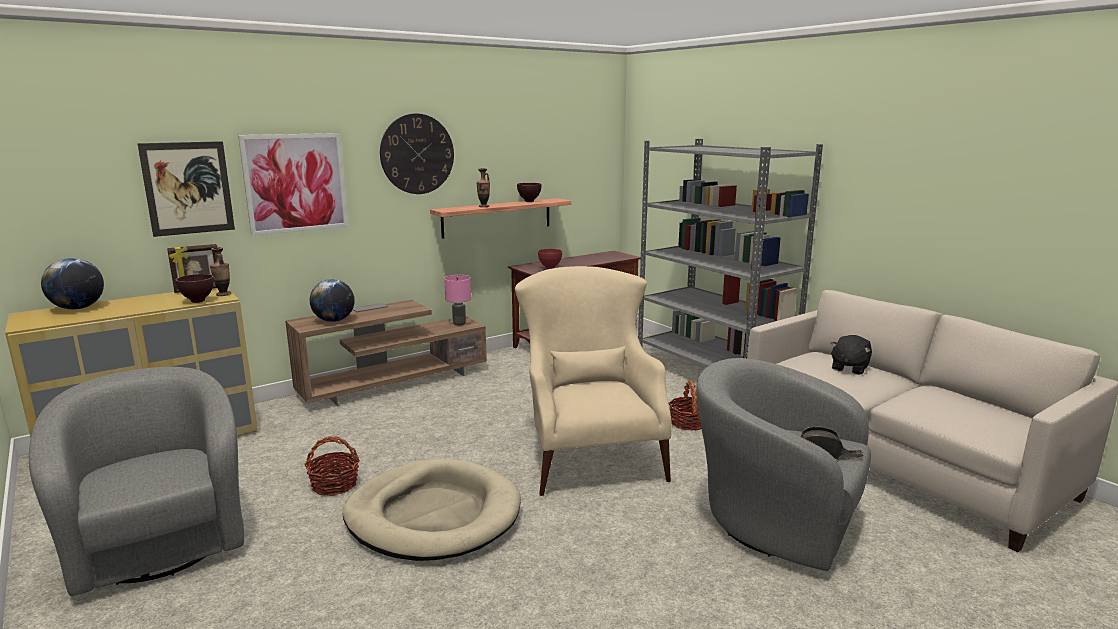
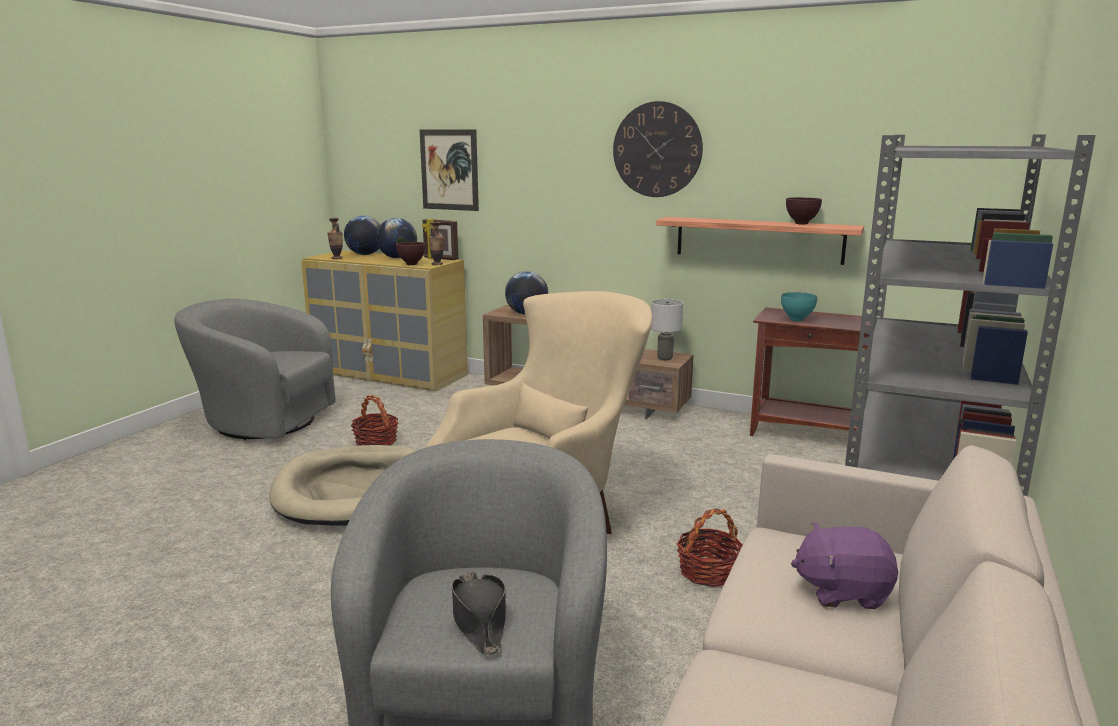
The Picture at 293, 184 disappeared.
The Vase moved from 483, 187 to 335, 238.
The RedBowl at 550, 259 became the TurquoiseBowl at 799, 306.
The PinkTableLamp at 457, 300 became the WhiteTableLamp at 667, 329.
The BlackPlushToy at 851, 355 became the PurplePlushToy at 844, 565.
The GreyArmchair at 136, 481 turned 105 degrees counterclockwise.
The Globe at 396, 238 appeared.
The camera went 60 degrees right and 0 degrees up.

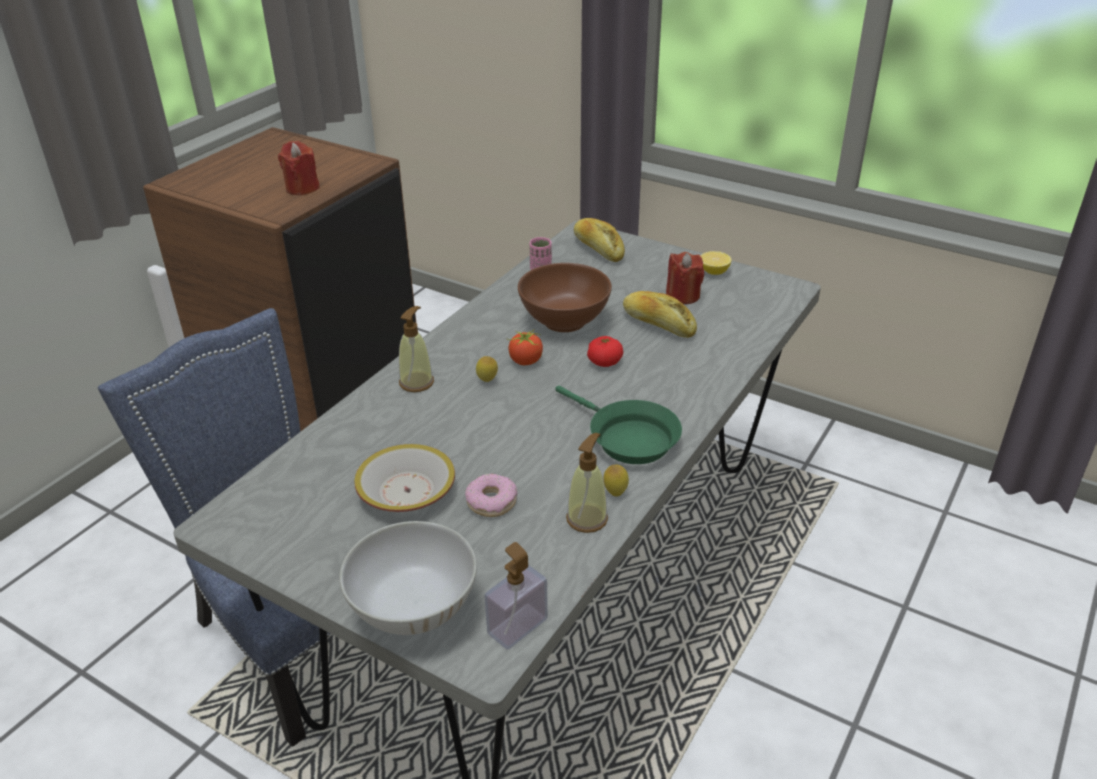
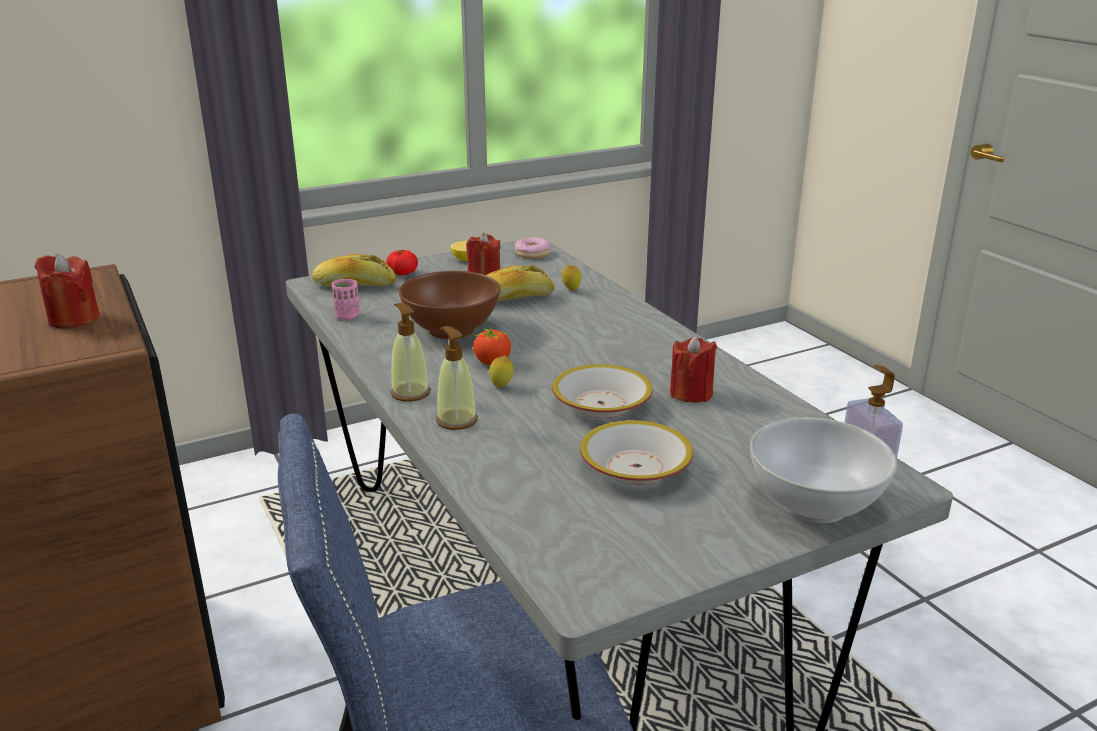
The Tomato moved from 605, 351 to 402, 262.
The GreenFryingPan at 618, 425 disappeared.
The SoapDispenser moved from 587, 483 to 410, 352.
The Lemon moved from 616, 481 to 571, 277.
The Donut moved from 491, 495 to 533, 248.
The RedCandle at 693, 369 appeared.
The Bowl at 602, 391 appeared.
The camera went 60 degrees left and 10 degrees down.

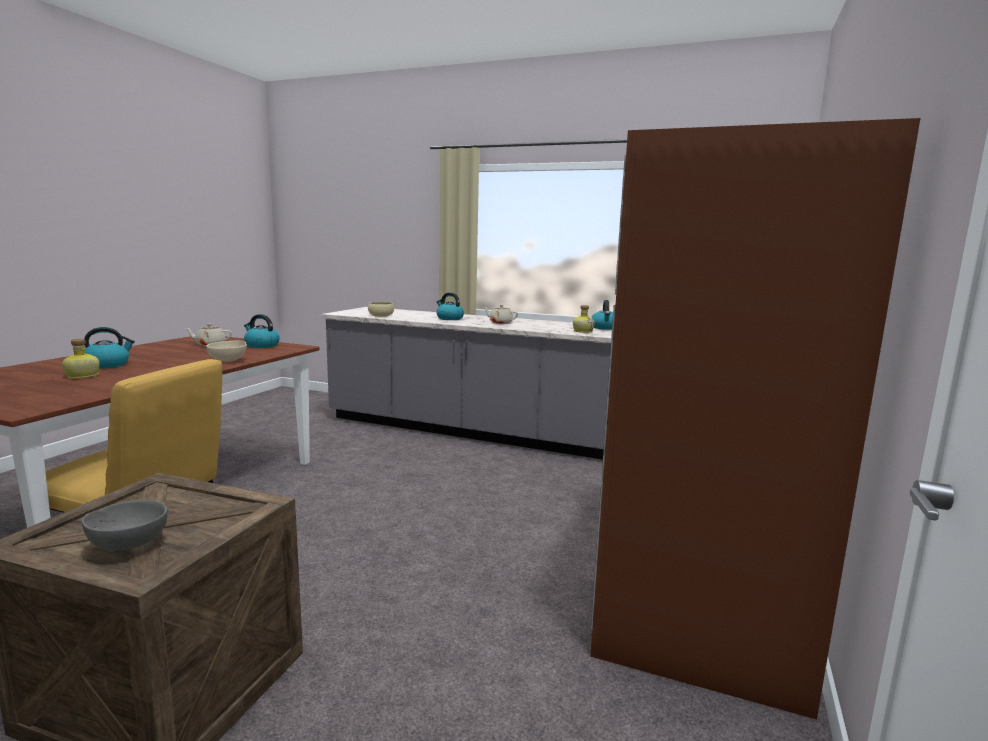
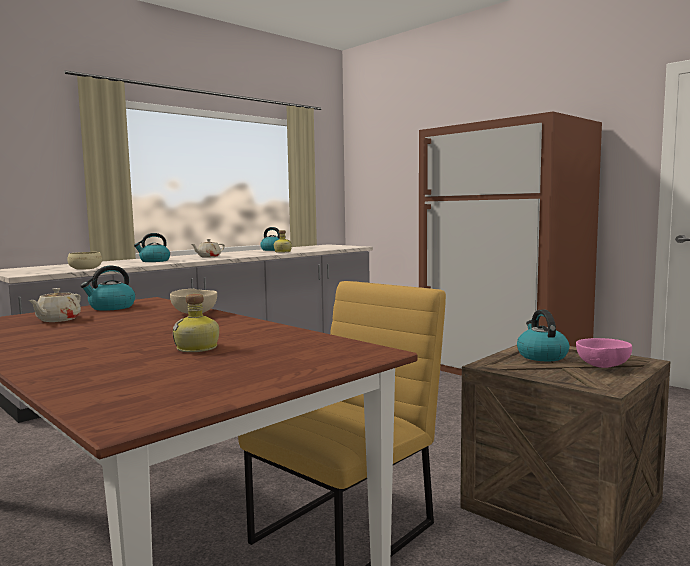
The Kettle moved from 109, 347 to 543, 335.
The GreyBowl at 124, 525 became the PinkBowl at 604, 353.
The camera went 65 degrees left and 5 degrees down.

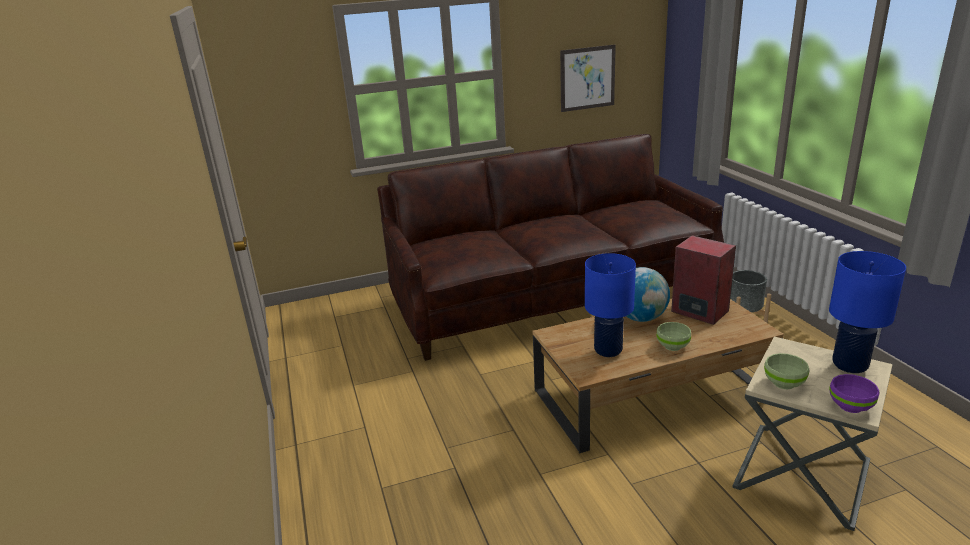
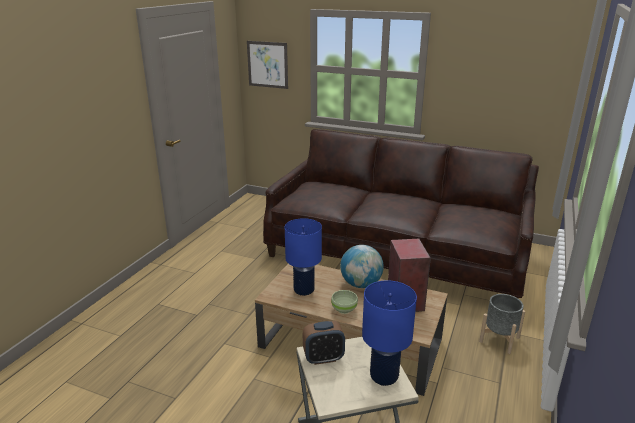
The Picture moved from 588, 78 to 267, 65.
The GreenBowl at 786, 371 was replaced by the AlarmClock at 324, 343.
The PurpleBowl at 854, 393 disappeared.
The camera went 40 degrees right and 0 degrees up.

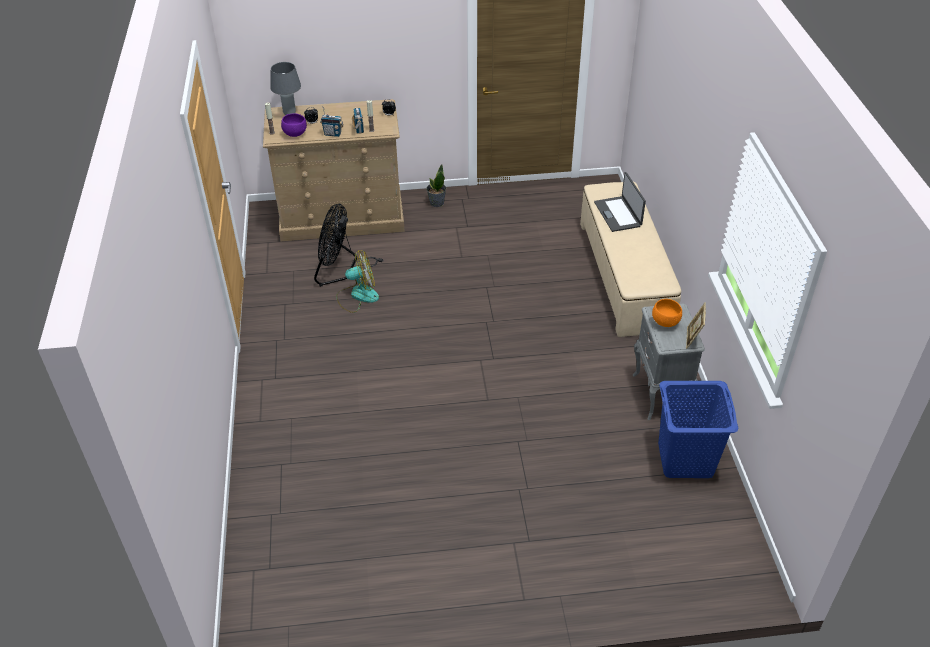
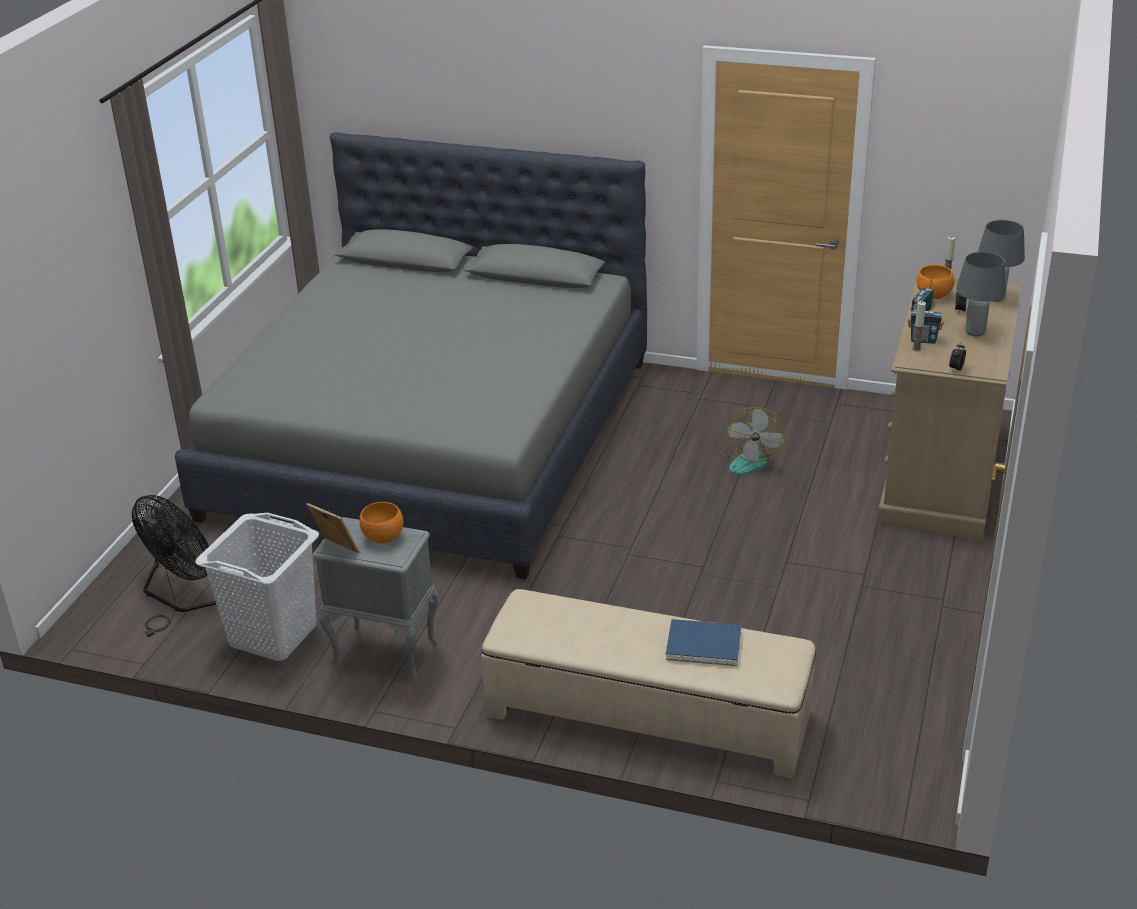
The PurpleBowl at 294, 125 became the OrangeBowl at 936, 282.
The PottedPlant at 436, 185 disappeared.
The Laptop at 620, 202 was replaced by the BlueBook at 703, 642.
The BlackFan moved from 348, 245 to 174, 566.
The BlueLaundryBasket at 698, 429 became the WhiteLaundryBasket at 257, 587.
The GreyBed at 411, 356 appeared.
The GreyTableLamp at 981, 294 appeared.
The camera went 115 degrees right and 10 degrees down.

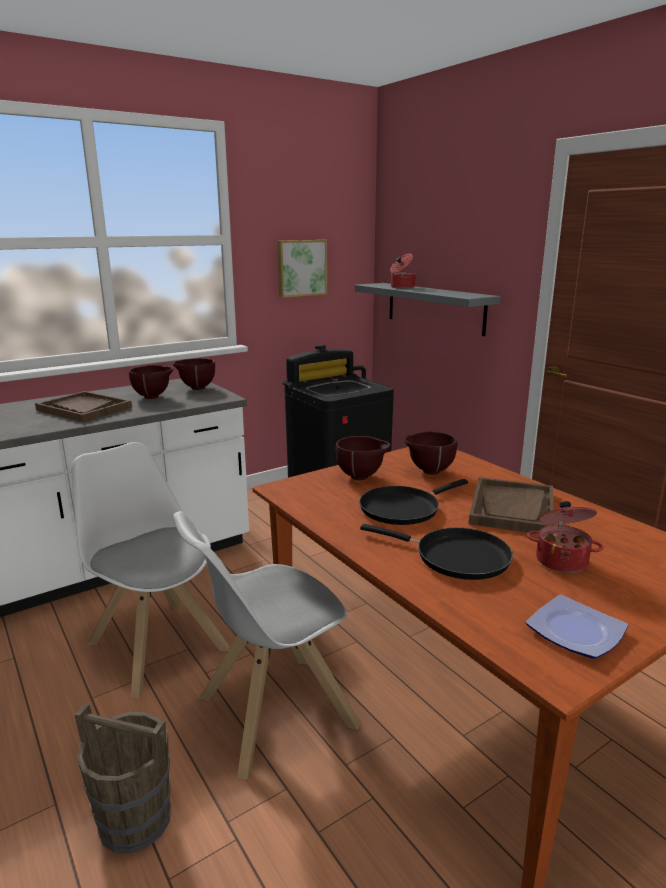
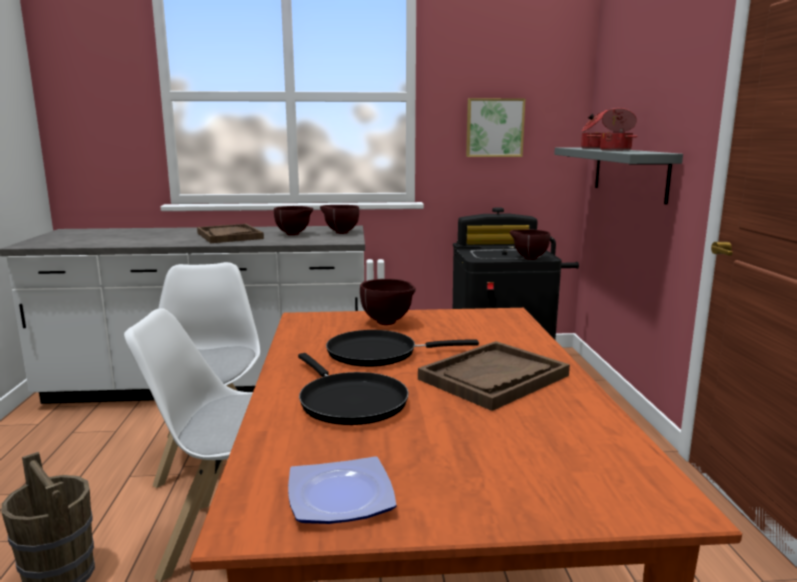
The BrownBowl moved from 430, 453 to 530, 245.
The CookingPot moved from 565, 537 to 617, 129.
The camera went 30 degrees right and 5 degrees down.

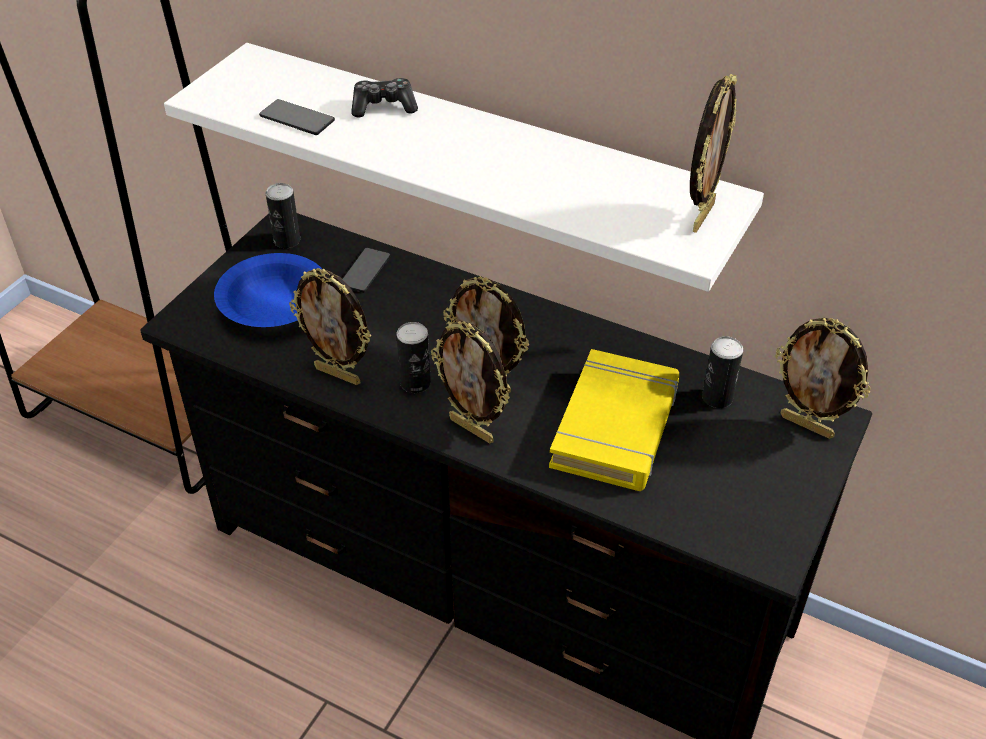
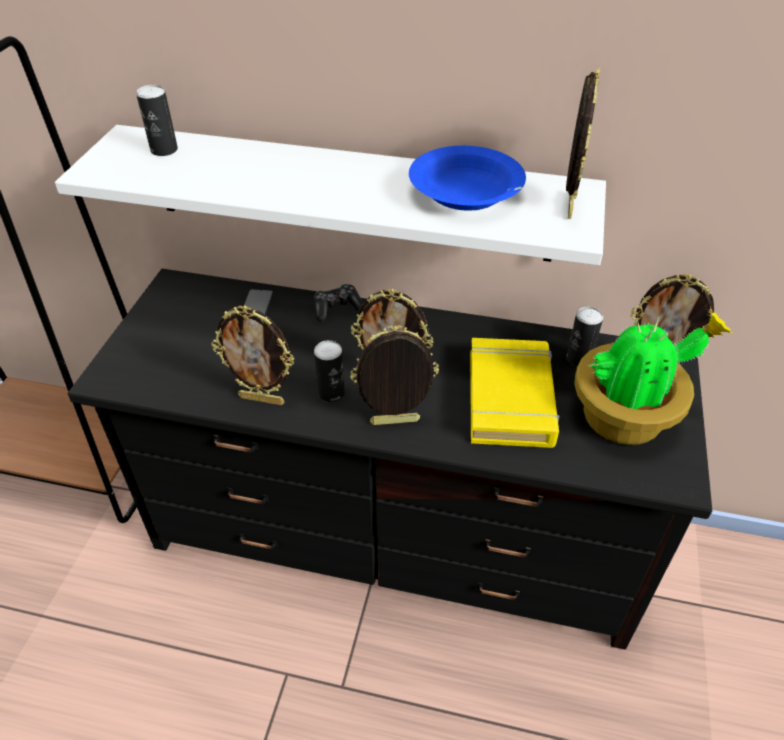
The GameController moved from 384, 98 to 338, 302.
The Phone at 297, 117 disappeared.
The Can moved from 283, 215 to 157, 120.
The BlueBowl moved from 268, 290 to 467, 178.
The PictureFrame at 470, 382 turned 150 degrees clockwise.
The PottedPlant at 653, 379 appeared.
The camera went 15 degrees left and 0 degrees up.

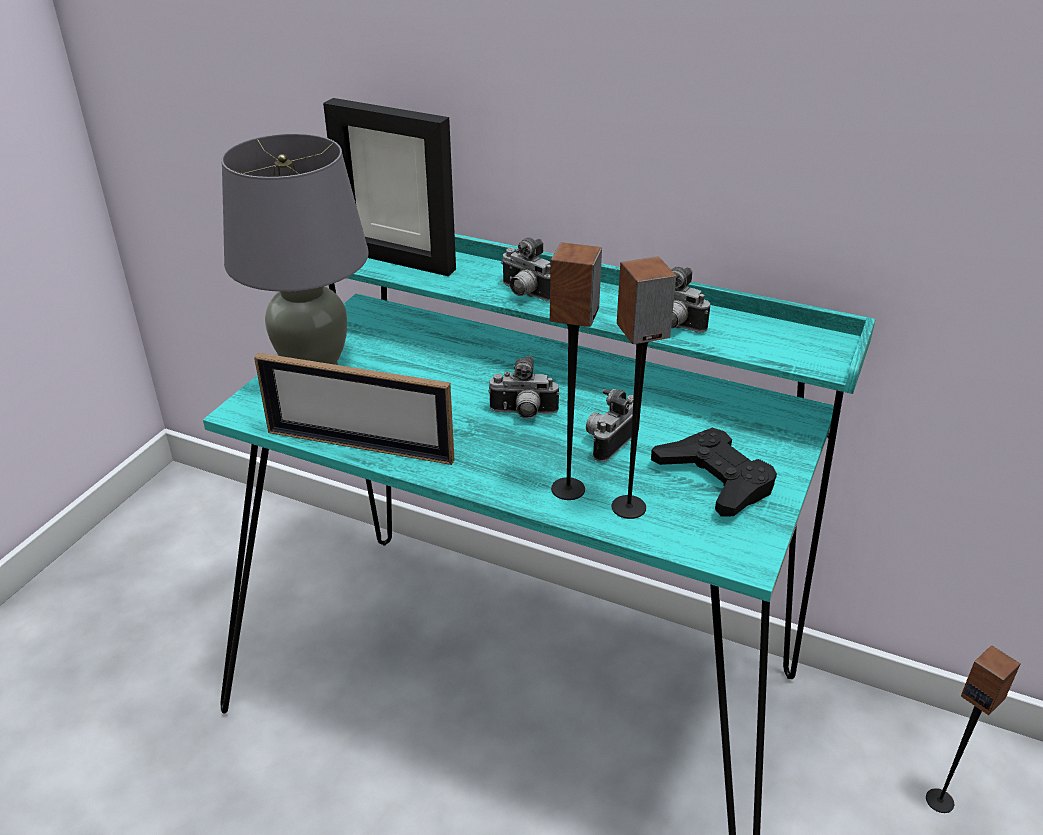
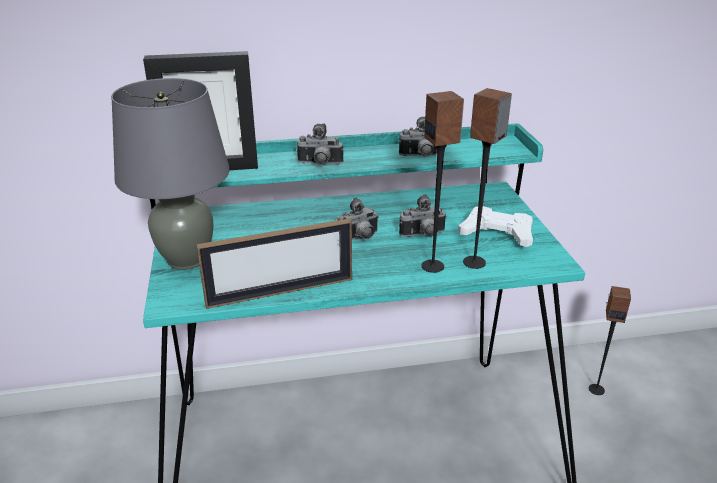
The PhotoCamera at 613, 425 turned 105 degrees counterclockwise.
The BlackGameController at 714, 472 became the WhiteGameController at 495, 226.
The camera went 35 degrees left and 5 degrees down.

